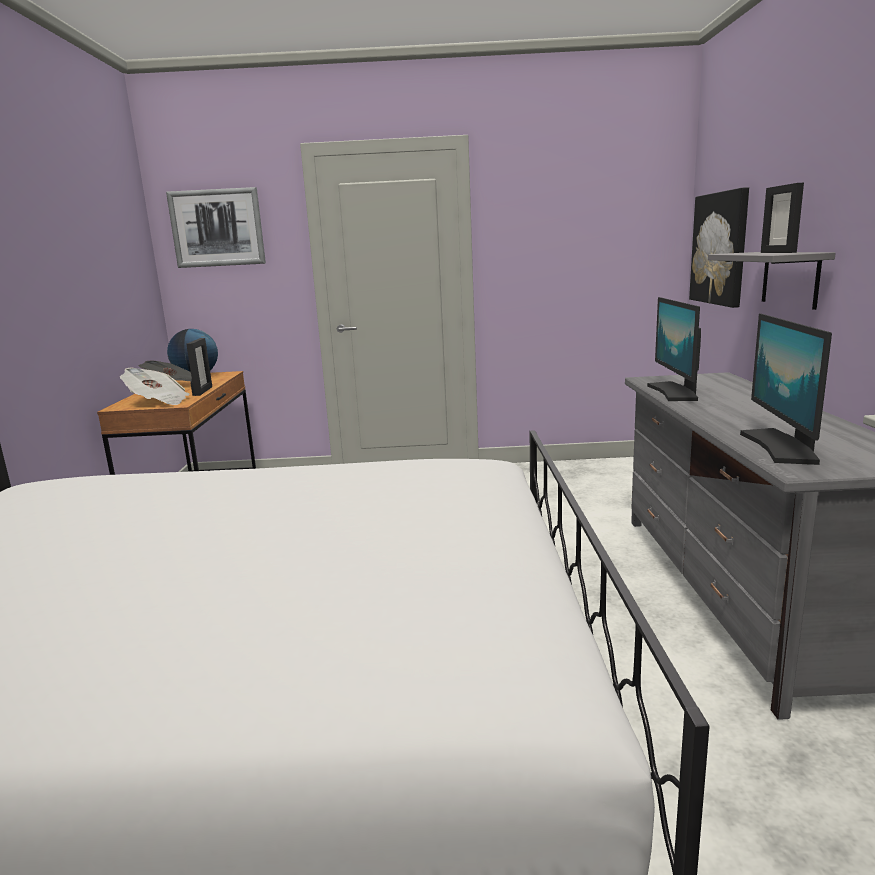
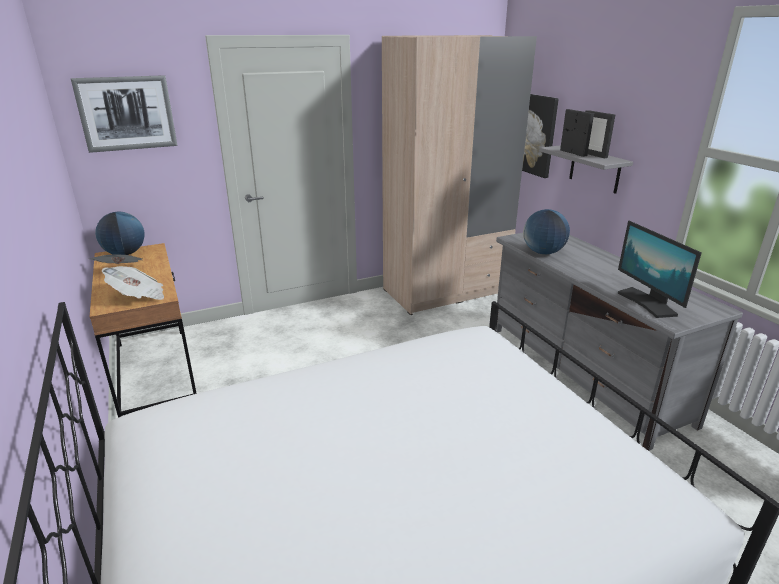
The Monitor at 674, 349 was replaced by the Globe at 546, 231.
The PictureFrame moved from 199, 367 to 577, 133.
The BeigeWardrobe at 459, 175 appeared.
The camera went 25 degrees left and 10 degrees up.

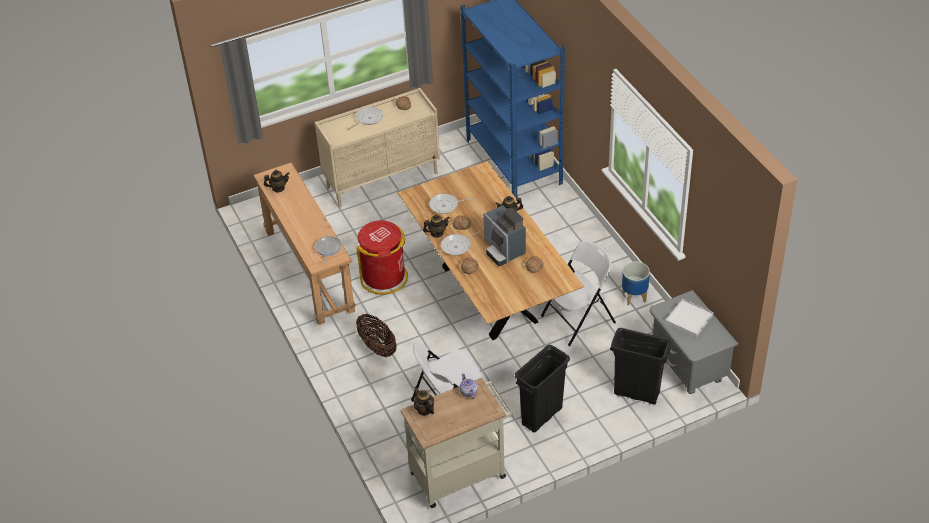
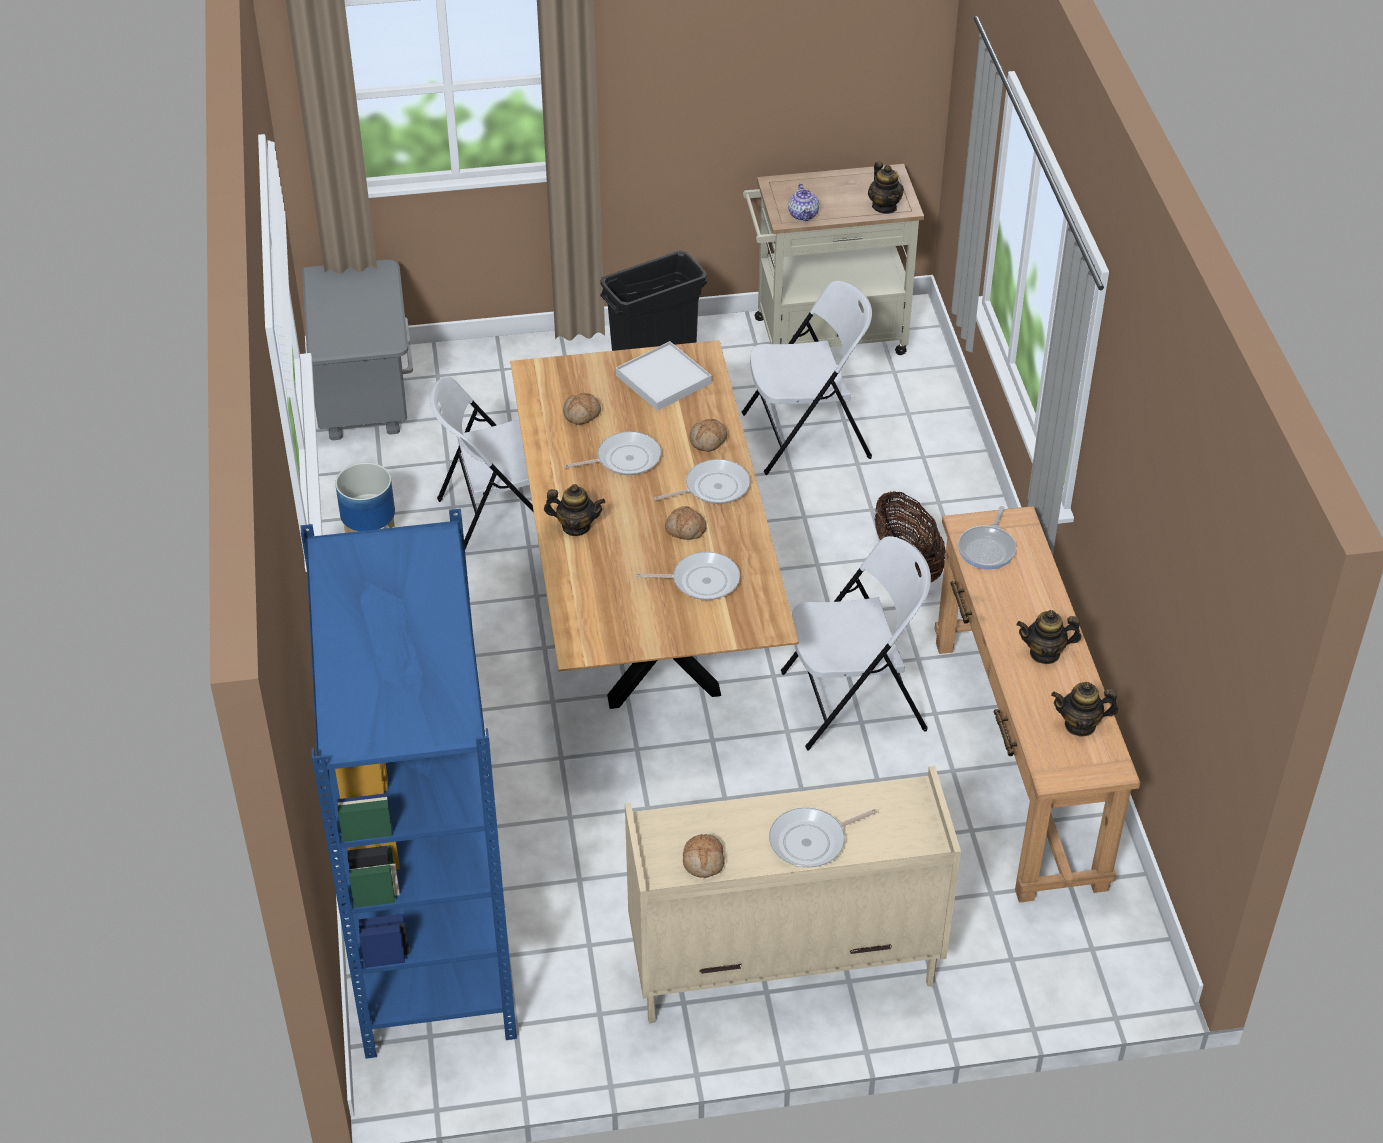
The CoffeeMachine at 504, 235 was replaced by the FryingPan at 612, 453.
The Teapot moved from 436, 226 to 1049, 637.
The RedTrashCan at 382, 258 was replaced by the WhiteChair at 856, 643.
The WhiteTray moved from 689, 318 to 664, 376.
The BlackTrashCan at 640, 366 disappeared.
The camera went 165 degrees left and 0 degrees up.

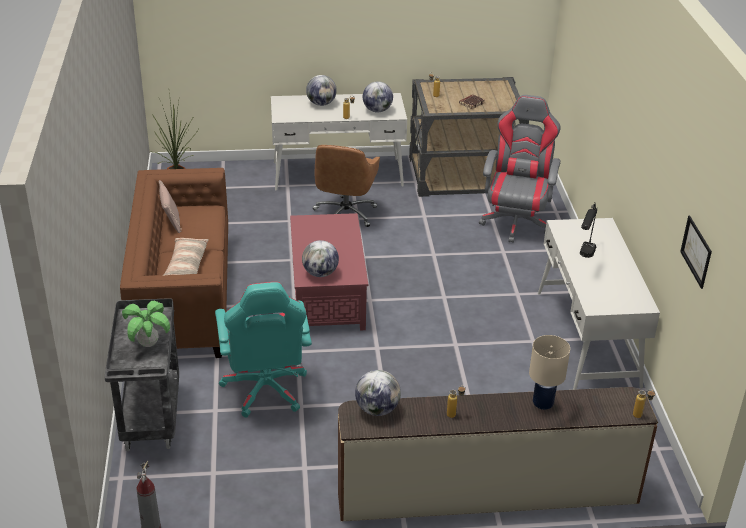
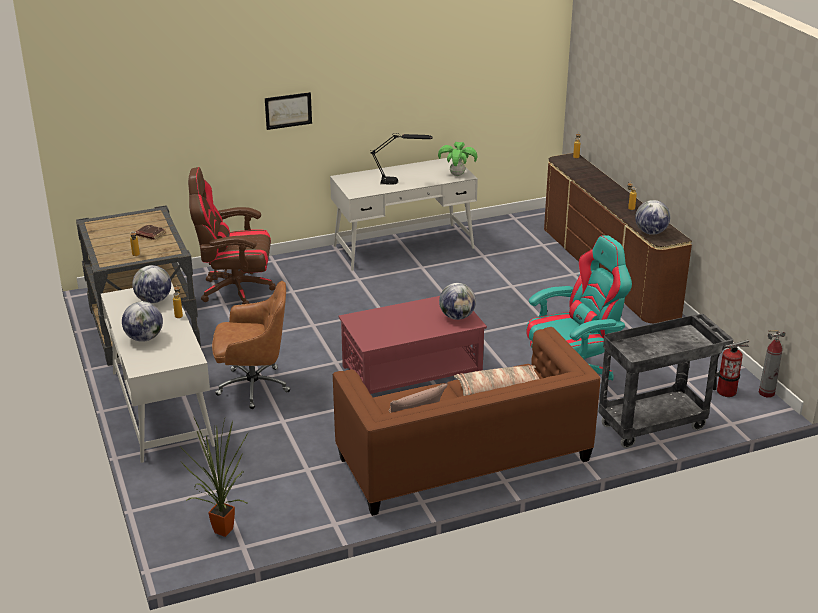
The GreyOfficeChair at 520, 169 became the BrownOfficeChair at 232, 235.
The Picture moved from 696, 252 to 288, 111.
The PottedPlant moved from 146, 324 to 457, 159.
The BeigeTableLamp at 549, 372 disappeared.
The FireExtinguisher at 731, 368 appeared.
The camera went 105 degrees left and 5 degrees down.

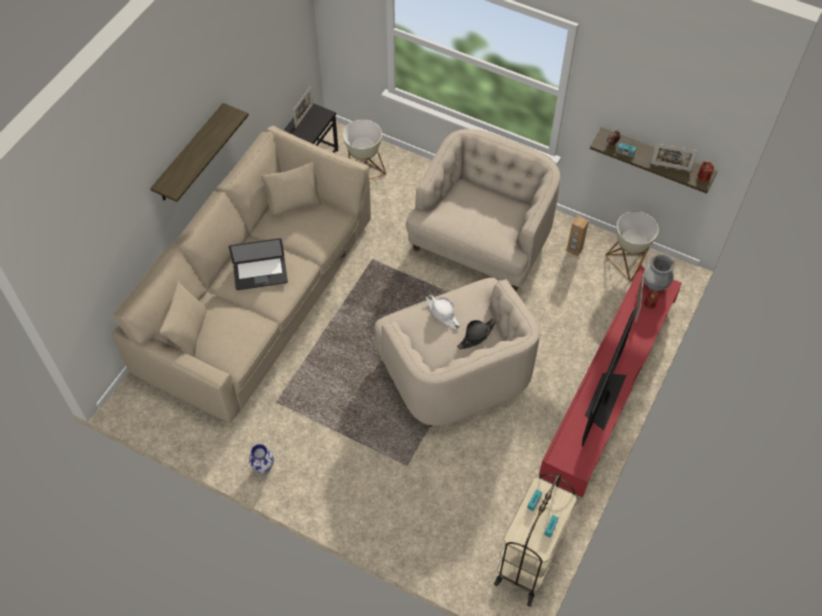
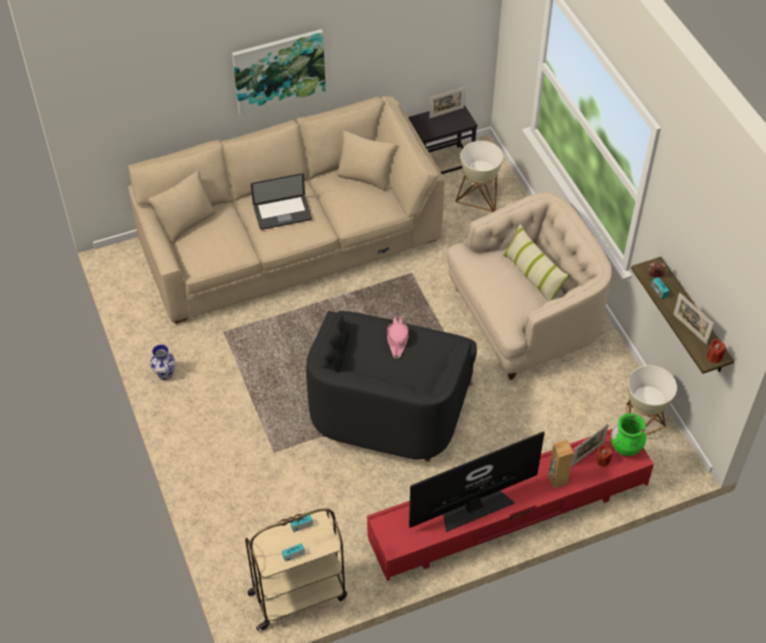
The Shelf at 199, 152 was replaced by the Picture at 279, 72.
The BrownSpeaker moved from 577, 236 to 561, 464.
The Laptop at 258, 264 turned 45 degrees counterclockwise.
The GreyVase at 658, 272 became the GreenVase at 628, 434.
The BeigeArmchair at 457, 352 became the BlackArmchair at 391, 386.
The WhiteHat at 443, 311 became the PinkHat at 398, 337.
The BlackHat at 476, 334 disappeared.
The Pillow at 535, 262 appeared.
The camera went 40 degrees right and 5 degrees down.

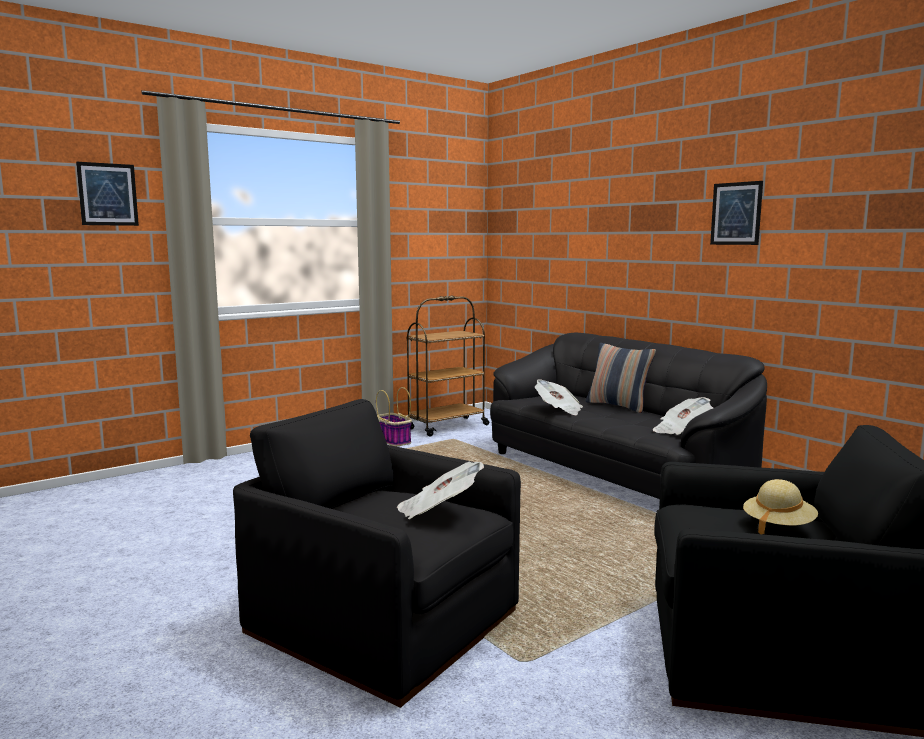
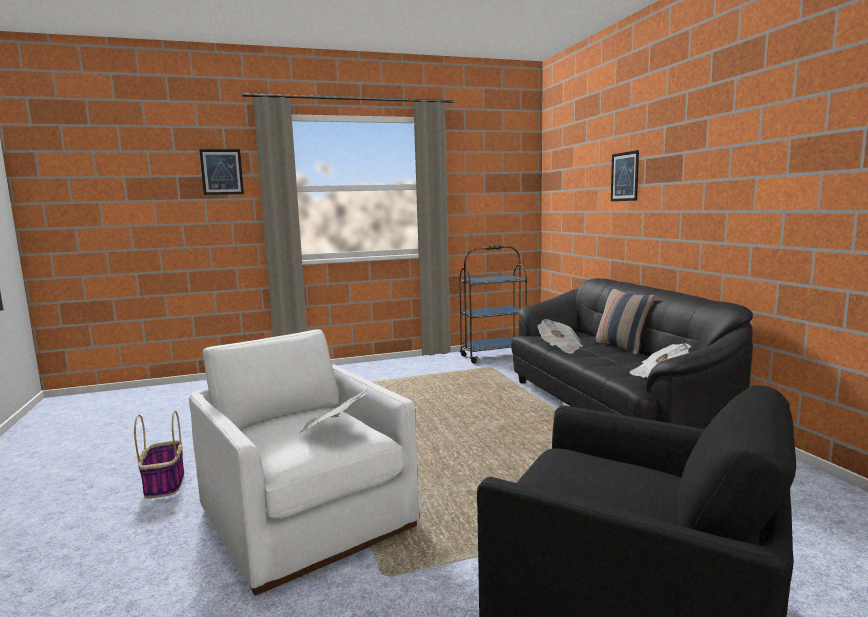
The Picture moved from 736, 213 to 625, 175.
The BrownCart at 448, 366 became the BlueCart at 493, 304.
The Basket moved from 394, 416 to 159, 454.
The BlackArmchair at 377, 553 became the WhiteArmchair at 304, 462.
The BeigeHat at 780, 506 disappeared.
The camera went 20 degrees right and 0 degrees up.

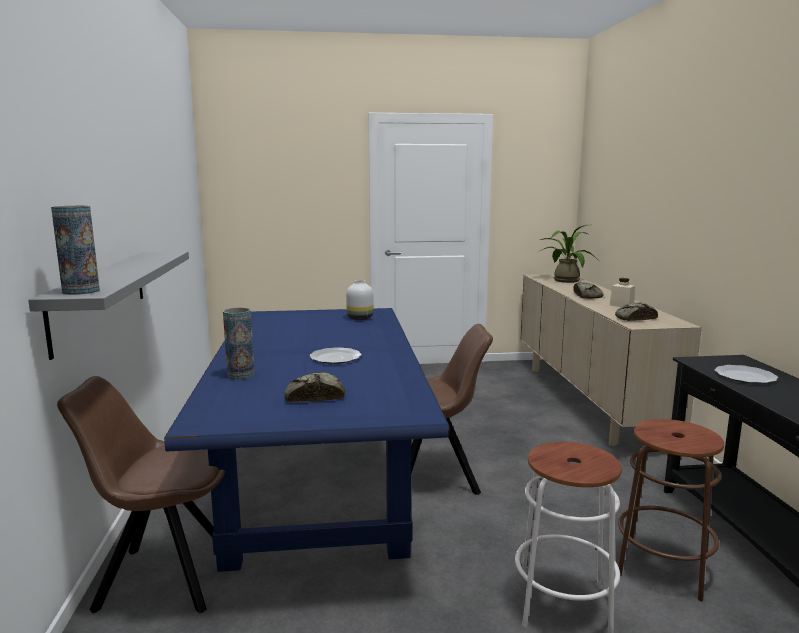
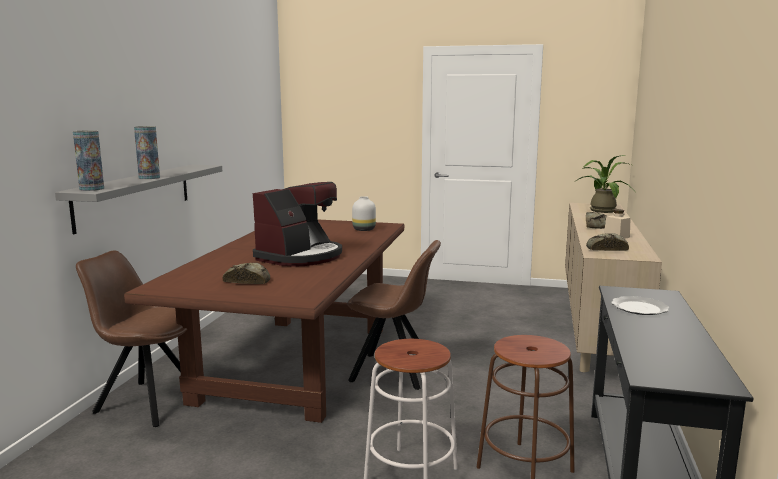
The BlueDiningTable at 306, 440 became the BrownDiningTable at 264, 321.
The Vase moved from 238, 344 to 147, 152.
The Plate at 336, 355 was replaced by the CoffeeMachine at 297, 224.
The camera went 20 degrees right and 0 degrees up.

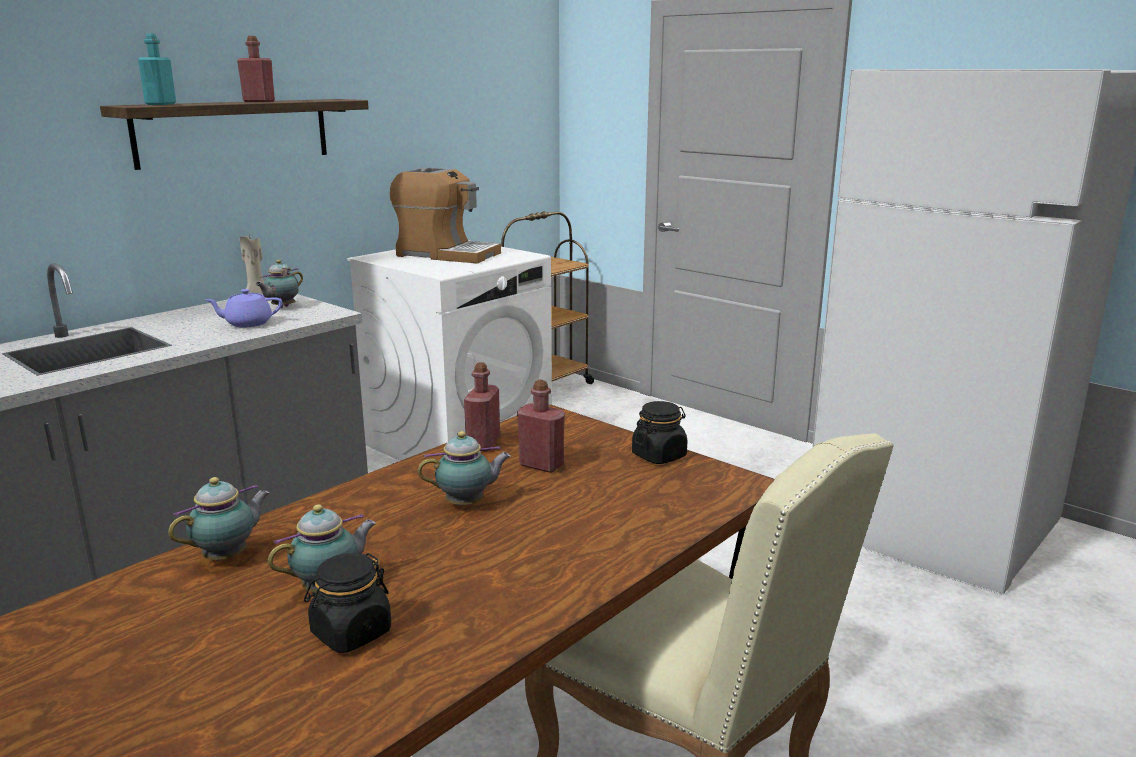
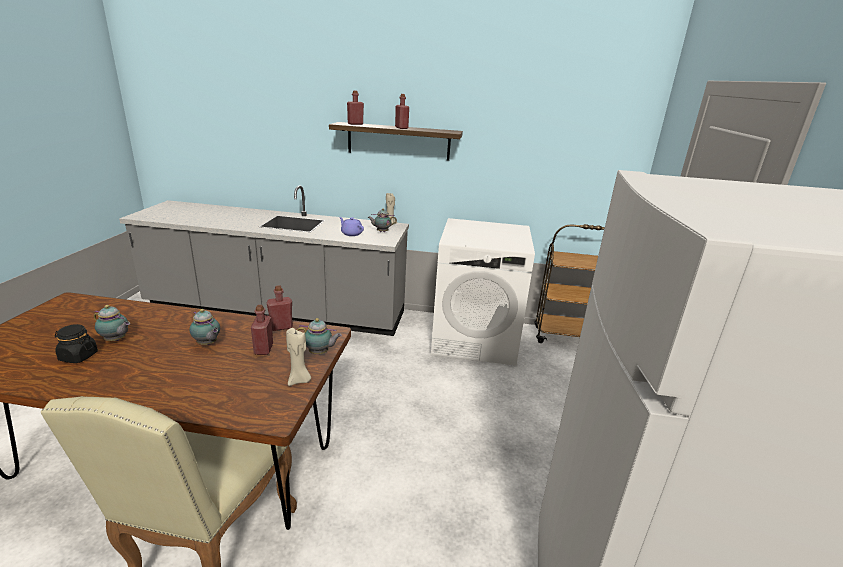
The TurquoiseBottle at 157, 69 became the RedBottle at 355, 108.
The CoffeeMachine at 445, 216 disappeared.
The BlackJar at 659, 432 was replaced by the BeigeCandle at 298, 357.
The Teapot moved from 219, 519 to 319, 336.
The camera went 55 degrees right and 5 degrees up.

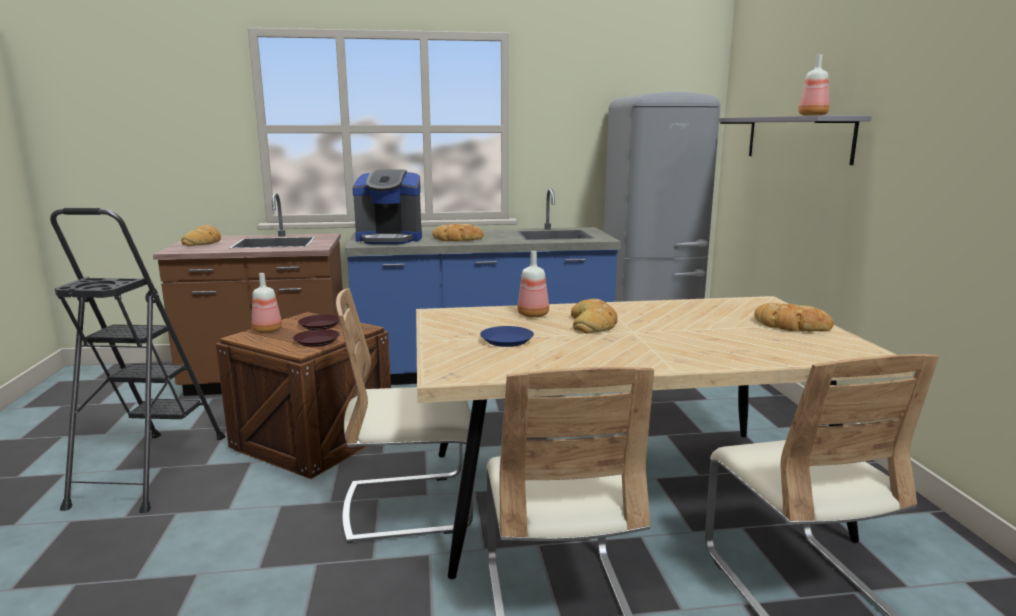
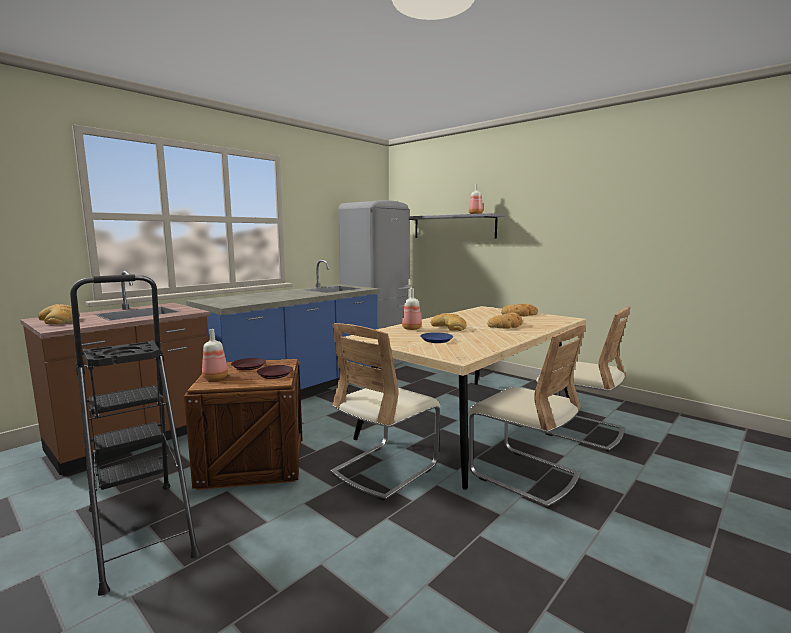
The CoffeeMachine at 387, 206 disappeared.
The Bread moved from 457, 233 to 505, 321.
The camera went 40 degrees left and 5 degrees down.

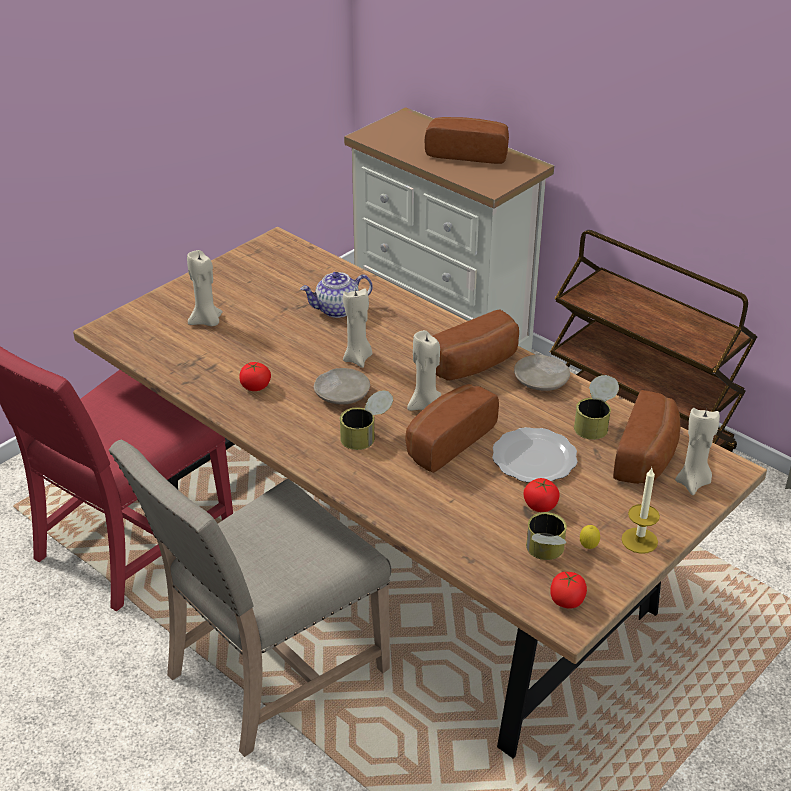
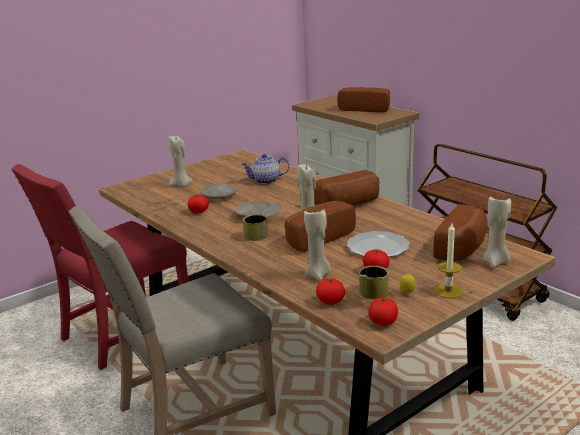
The BeigeCandle moved from 358, 327 to 317, 245.
The BeigePlate moved from 542, 373 to 219, 192.
The Can at 596, 407 disappeared.
The Tomato at 330, 291 appeared.
The camera went 10 degrees right and 15 degrees down.

